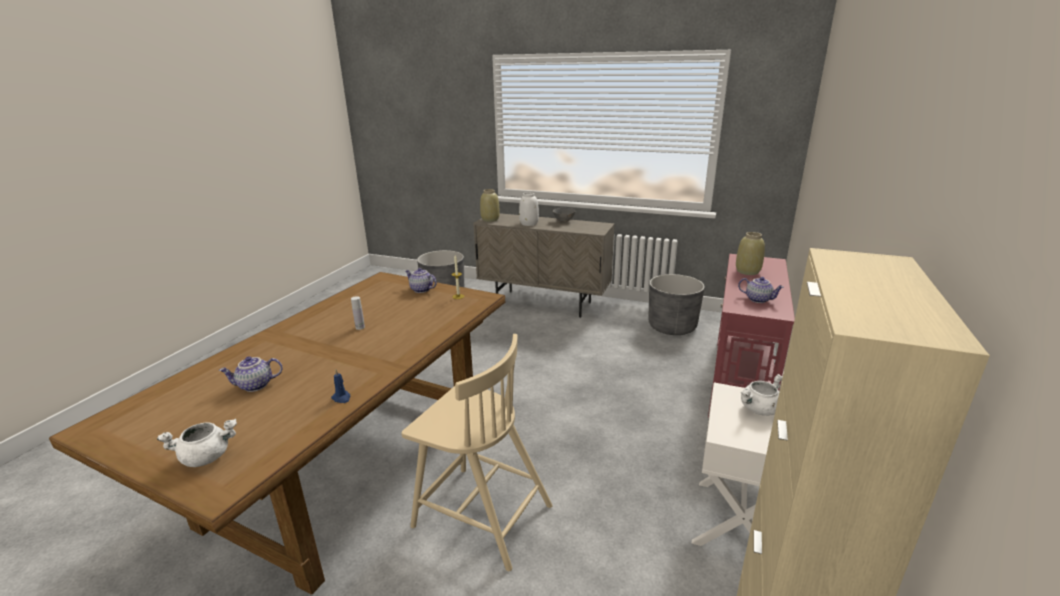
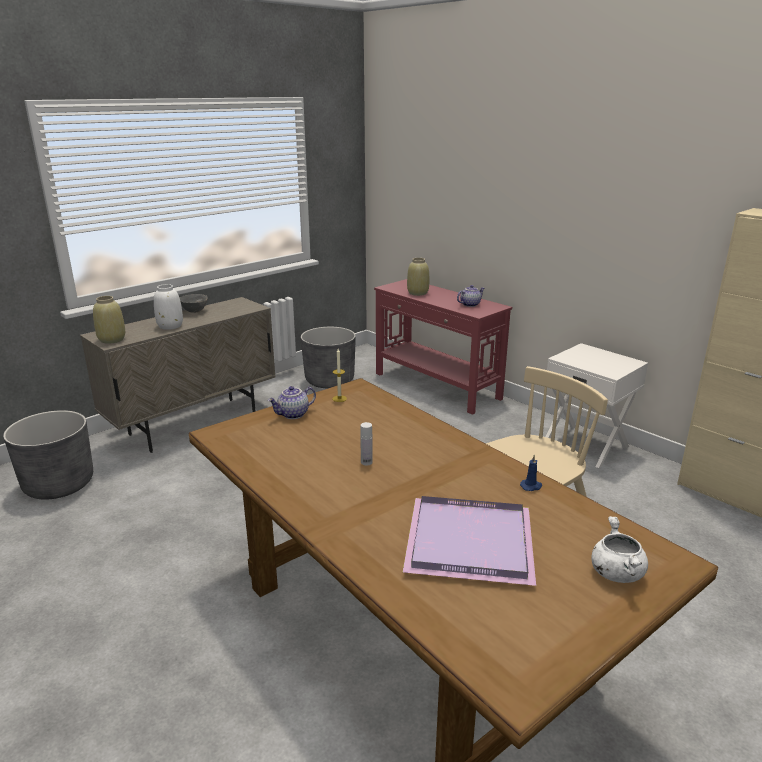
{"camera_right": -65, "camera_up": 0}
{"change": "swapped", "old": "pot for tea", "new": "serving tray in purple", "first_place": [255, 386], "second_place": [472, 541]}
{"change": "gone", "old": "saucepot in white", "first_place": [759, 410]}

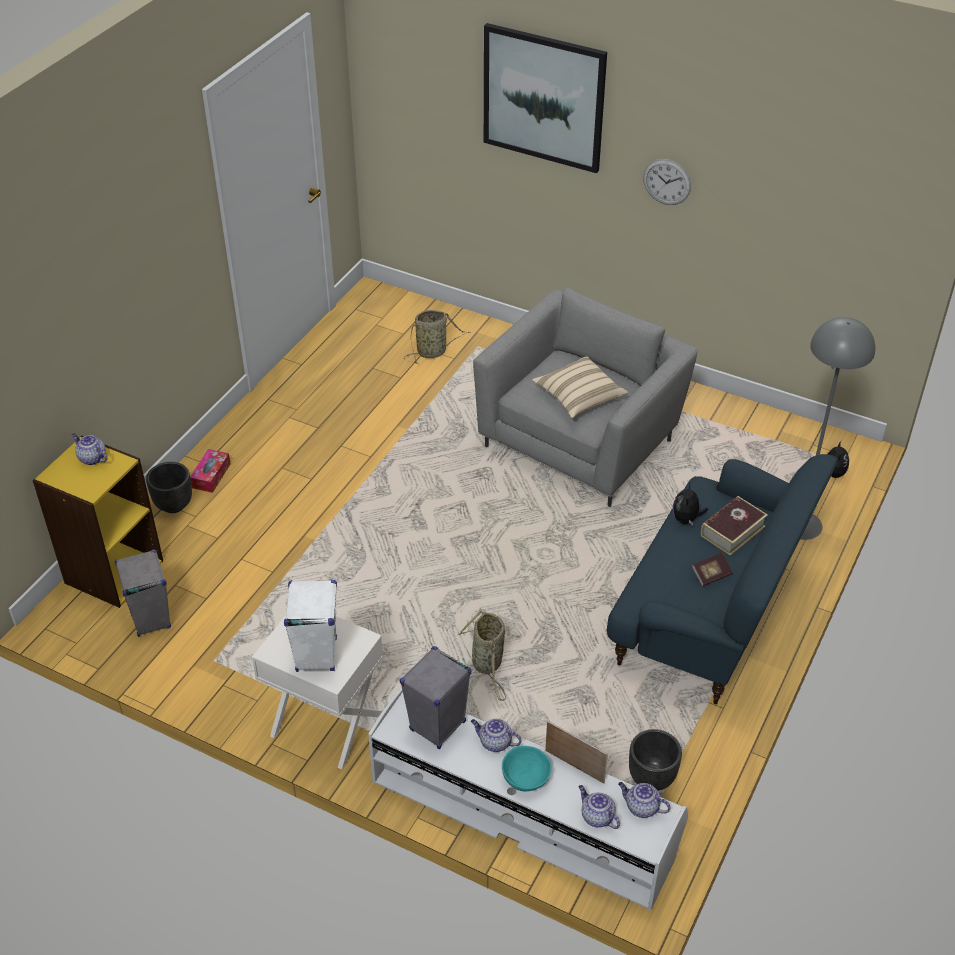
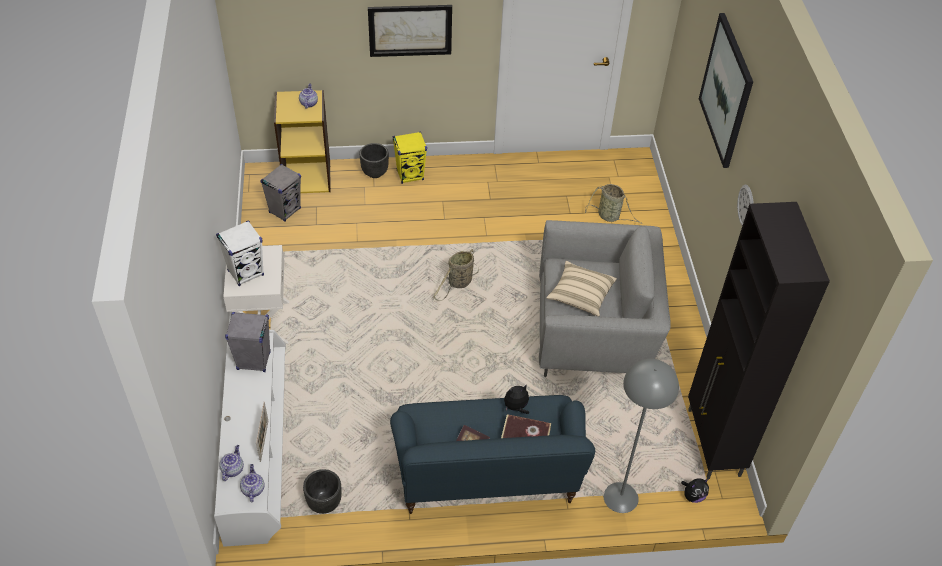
{"camera_right": 55, "camera_up": 5}
{"change": "new", "new": "picture", "second_place": [410, 30]}
{"change": "swapped", "old": "tissue holder", "new": "audio speaker in yellow", "first_place": [211, 476], "second_place": [410, 175]}
{"change": "shifted", "old": "storage basket", "first_place": [487, 664], "second_place": [459, 283]}
{"change": "new", "new": "storage cabinet in black", "second_place": [713, 443]}
{"change": "gone", "old": "pot for tea", "first_place": [494, 742]}
{"change": "gone", "old": "deep dish in turquoise", "first_place": [524, 778]}

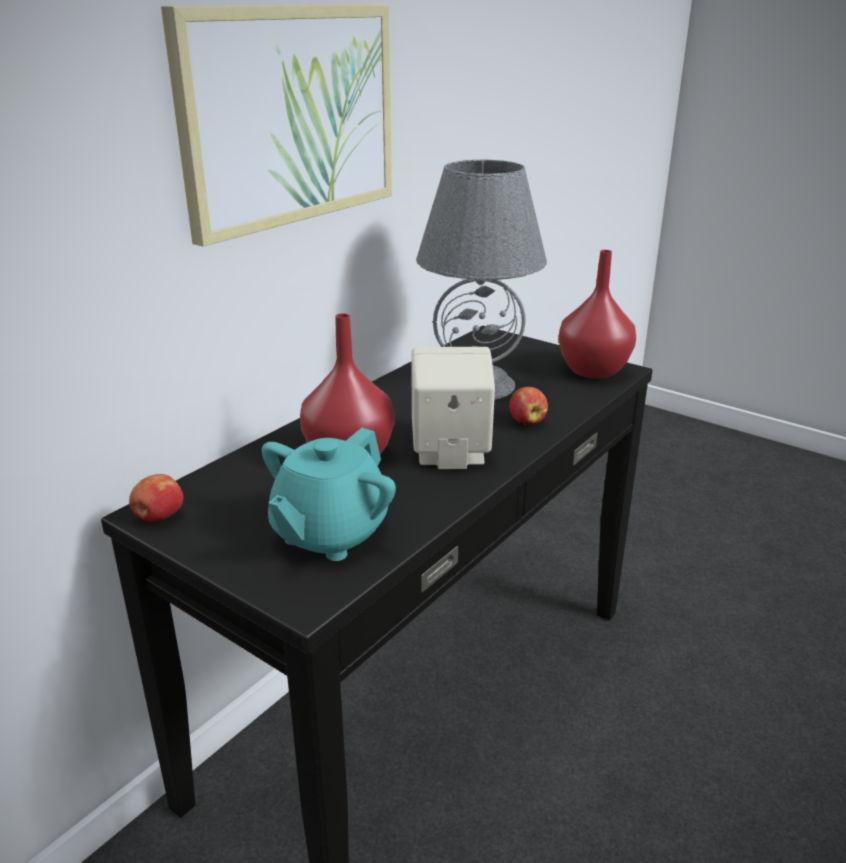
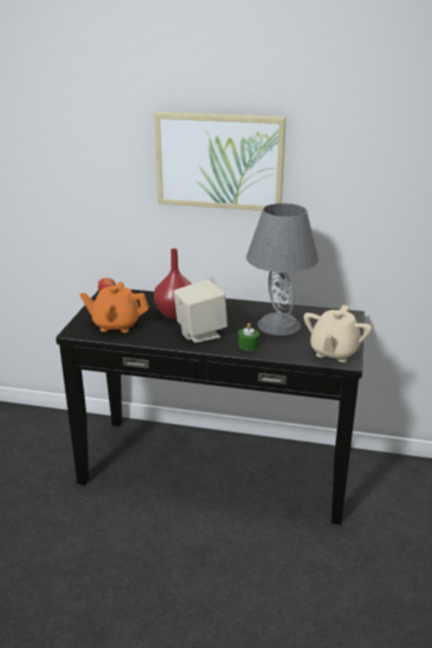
{"camera_right": 65, "camera_up": 0}
{"change": "repainted", "old": "pot for tea in turquoise", "new": "pot for tea in orange-coloured", "first_place": [329, 534], "second_place": [116, 325]}
{"change": "swapped", "old": "whole apple", "new": "wax candle in green-coloured", "first_place": [526, 421], "second_place": [248, 345]}
{"change": "swapped", "old": "decorative vase in red-coloured", "new": "pot for tea in beige-coloured", "first_place": [591, 370], "second_place": [334, 352]}

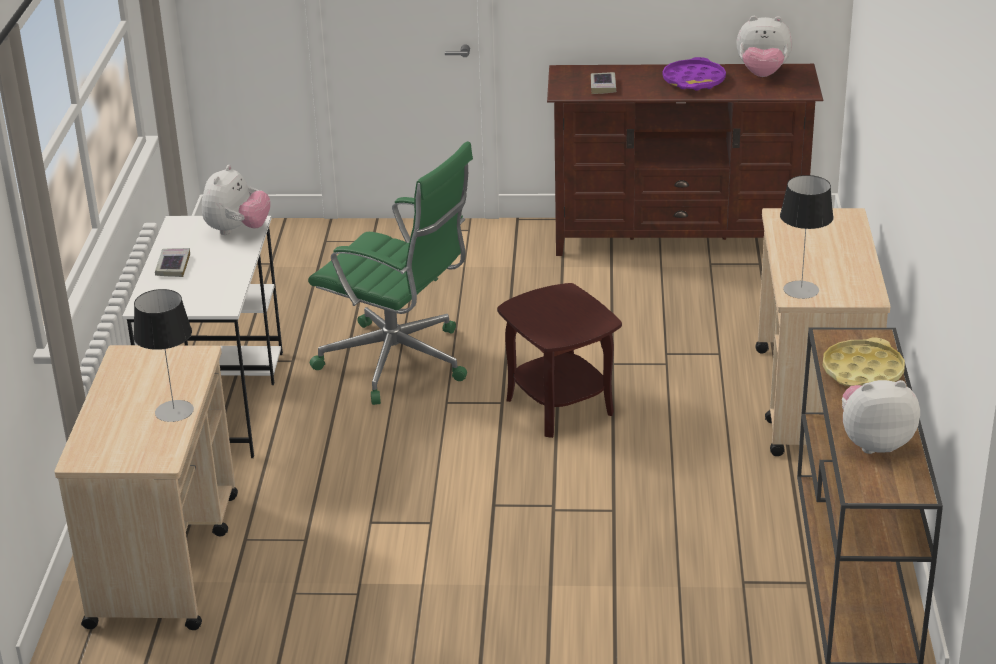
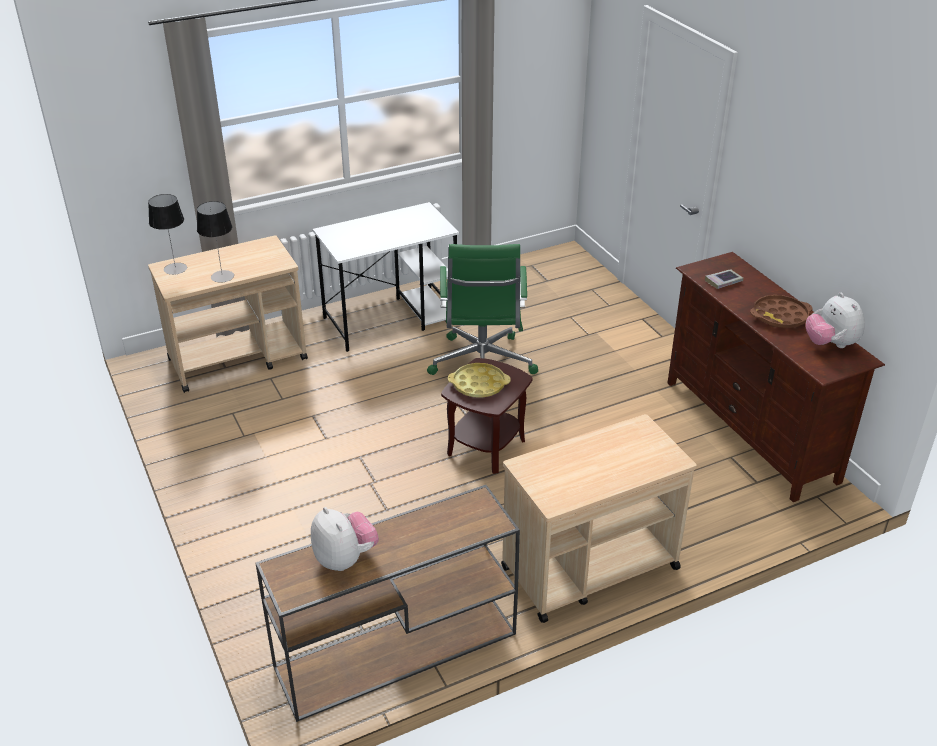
{"camera_right": 60, "camera_up": 5}
{"change": "shifted", "old": "tabletop lamp", "first_place": [801, 290], "second_place": [175, 268]}
{"change": "shifted", "old": "serving tray in yellow", "first_place": [862, 371], "second_place": [479, 384]}
{"change": "repainted", "old": "serving tray in purple", "new": "serving tray in brownish", "first_place": [694, 80], "second_place": [780, 316]}
{"change": "gone", "old": "bound book", "first_place": [173, 266]}
{"change": "gone", "old": "plush toy", "first_place": [237, 230]}

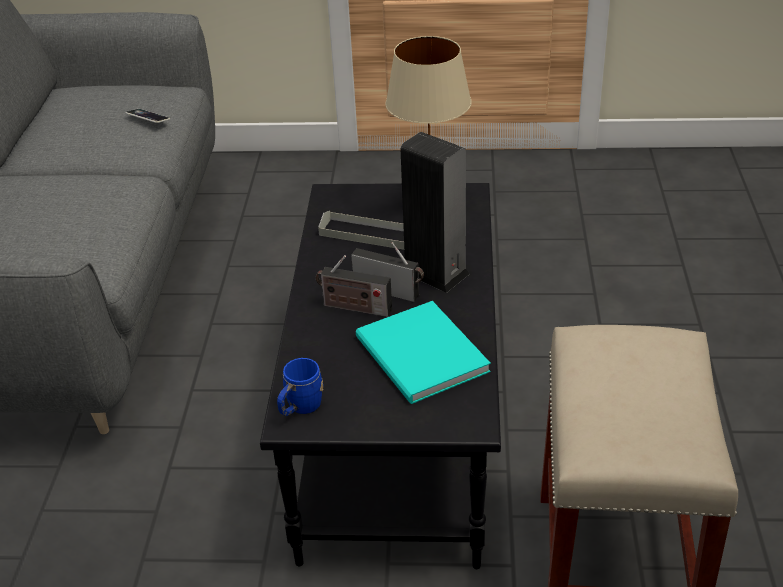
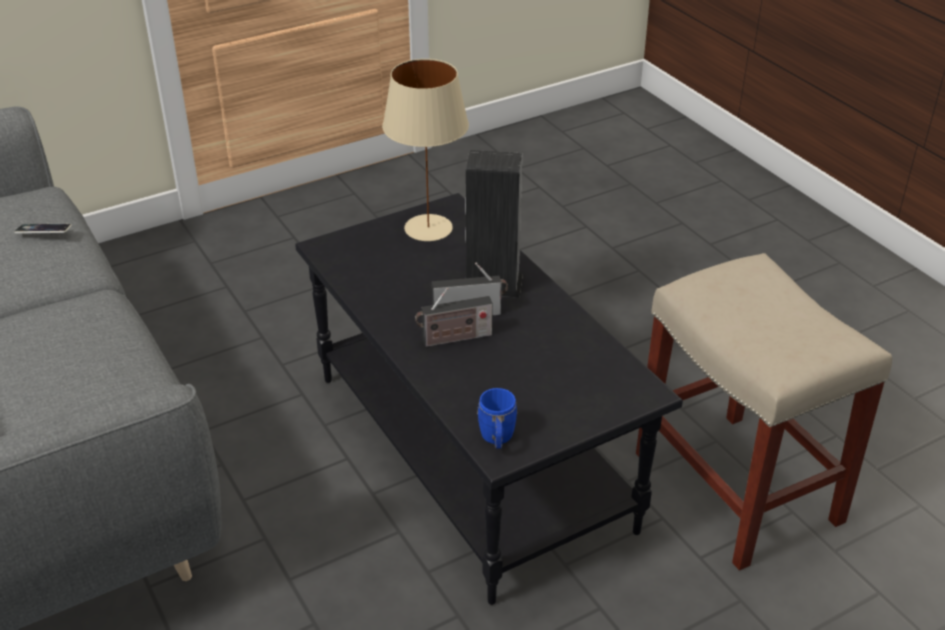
{"camera_right": -35, "camera_up": 0}
{"change": "gone", "old": "serving tray in grey", "first_place": [369, 234]}
{"change": "gone", "old": "bound book in turquoise", "first_place": [420, 357]}

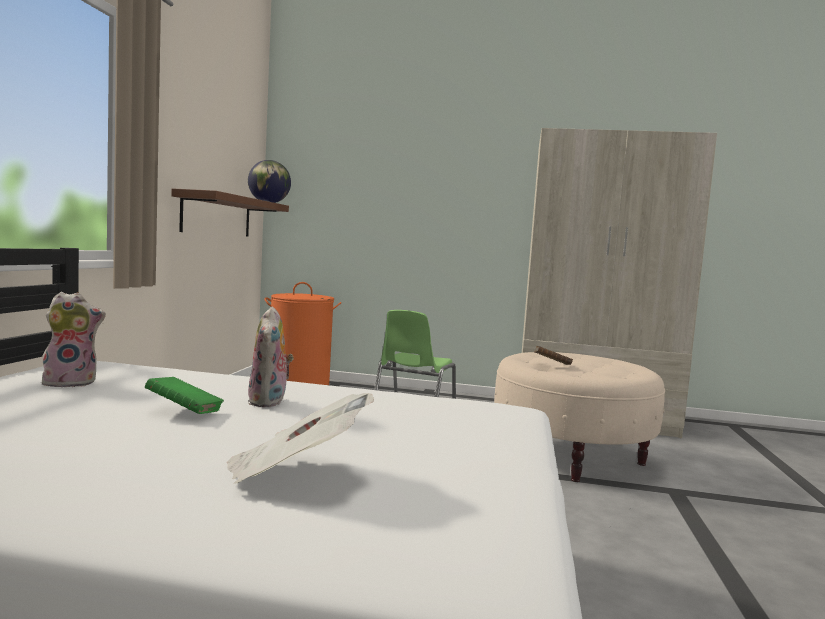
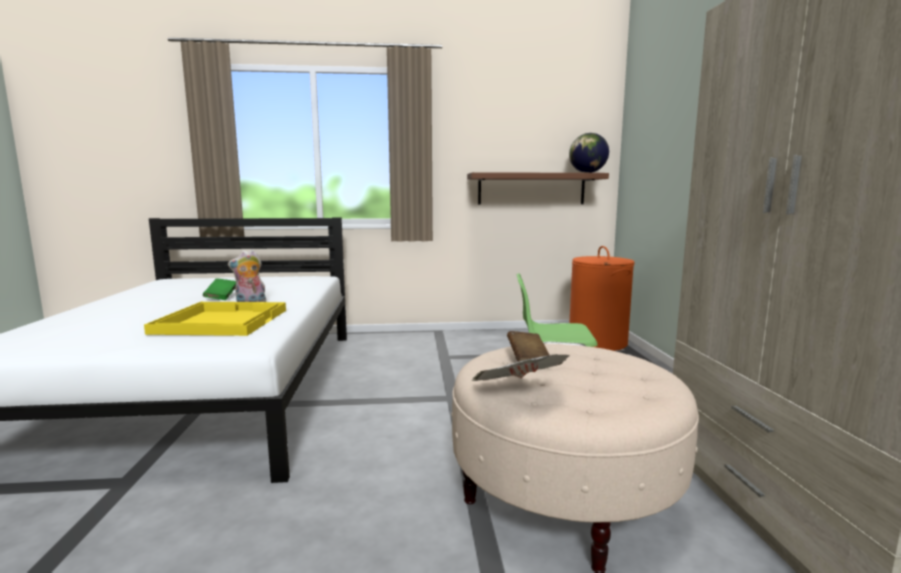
{"camera_right": 75, "camera_up": 5}
{"change": "new", "new": "serving tray in yellow", "second_place": [221, 321]}
{"change": "shifted", "old": "newspaper", "first_place": [294, 473], "second_place": [517, 394]}
{"change": "gone", "old": "plush toy", "first_place": [71, 382]}

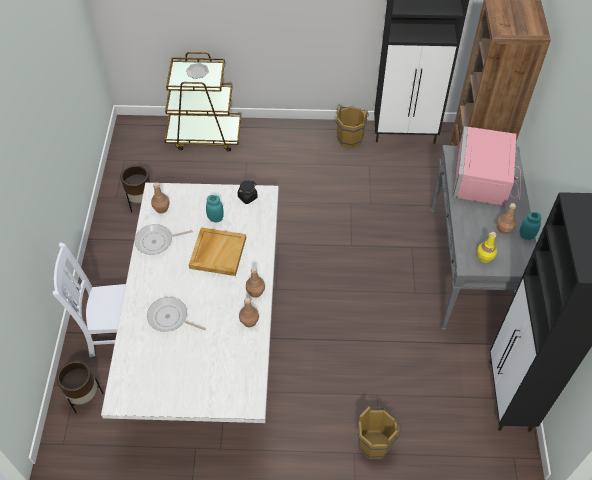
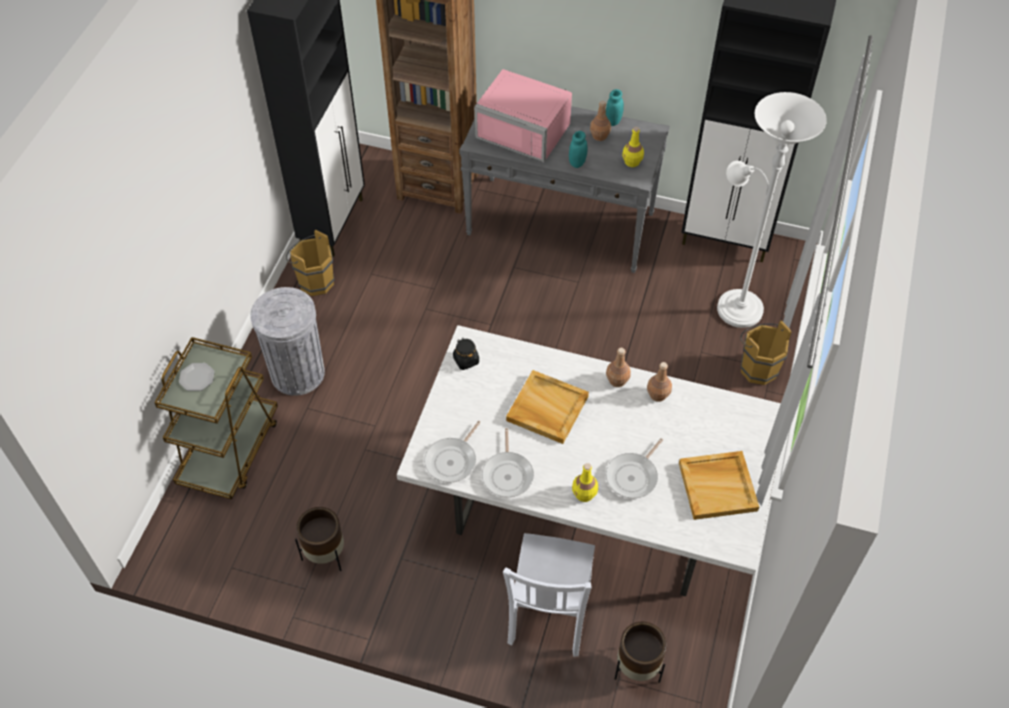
{"camera_right": -75, "camera_up": 0}
{"change": "new", "new": "rubbish bin in grey", "second_place": [298, 373]}
{"change": "swapped", "old": "bottle in brownish", "new": "pan", "first_place": [161, 208], "second_place": [452, 460]}
{"change": "shifted", "old": "jar in turquoise", "first_place": [215, 218], "second_place": [577, 163]}
{"change": "new", "new": "bottle in yellow", "second_place": [584, 494]}
{"change": "new", "new": "serving tray in beige-coloured", "second_place": [718, 486]}
{"change": "new", "new": "floor lamp in white", "second_place": [735, 305]}

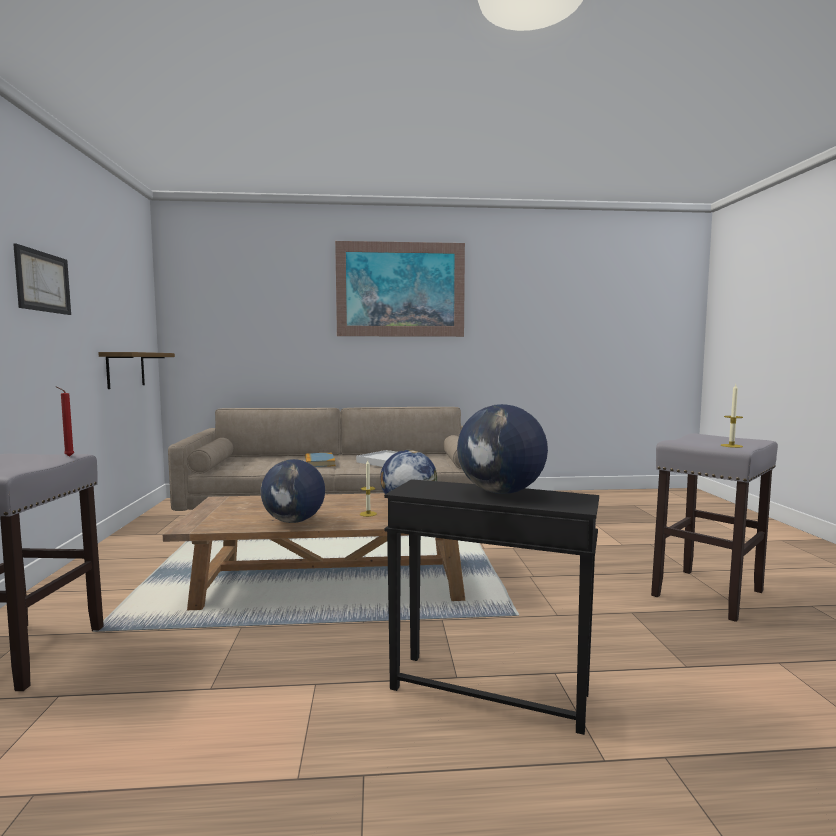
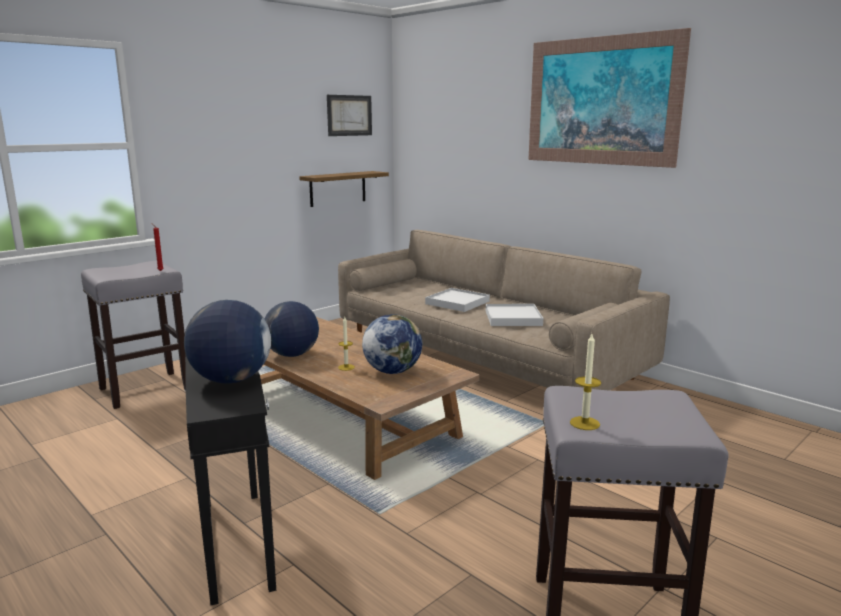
{"camera_right": 50, "camera_up": 10}
{"change": "shifted", "old": "picture", "first_place": [43, 282], "second_place": [349, 115]}
{"change": "swapped", "old": "bound book", "new": "serving tray in white", "first_place": [319, 462], "second_place": [457, 302]}

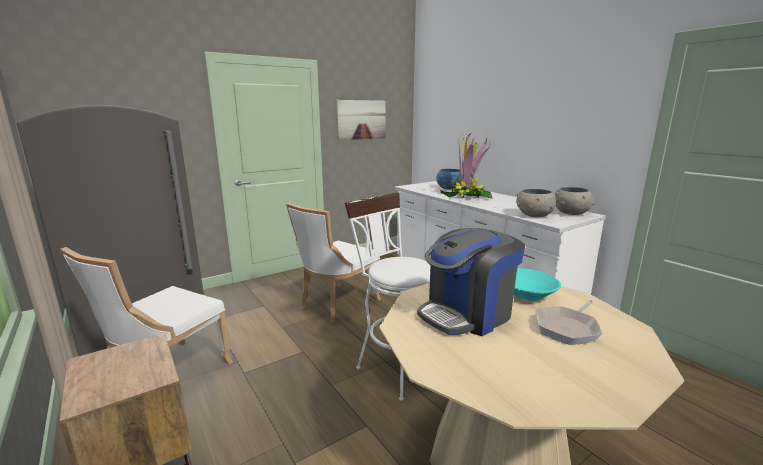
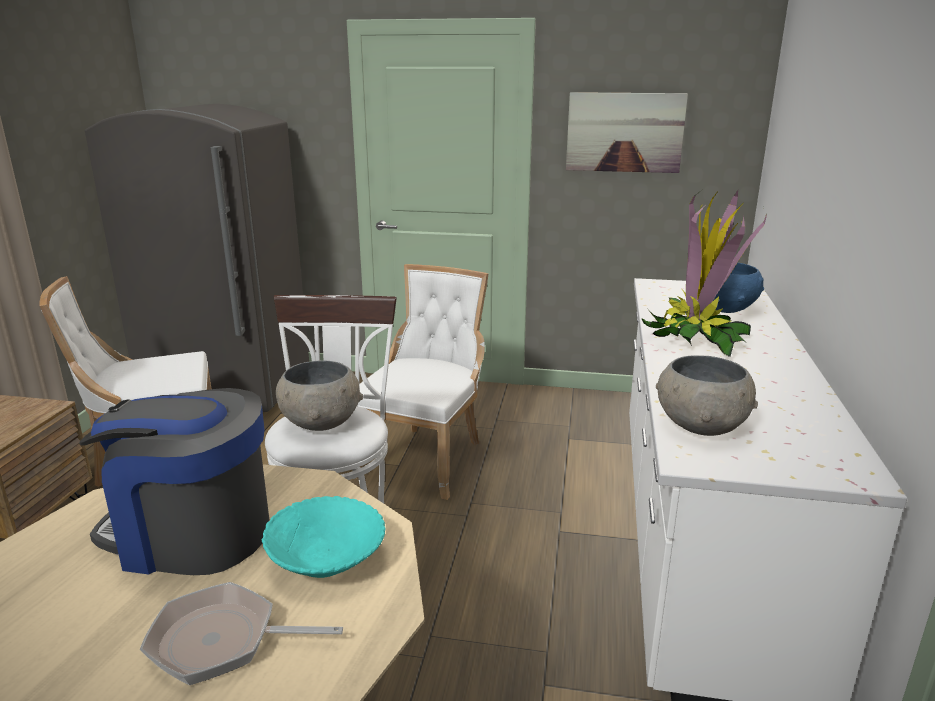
{"camera_right": 45, "camera_up": 5}
{"change": "shifted", "old": "deep dish in grey", "first_place": [570, 213], "second_place": [321, 422]}
{"change": "rotated", "old": "chair in white", "first_place": [336, 304], "second_place": [425, 458], "degrees": 120}

